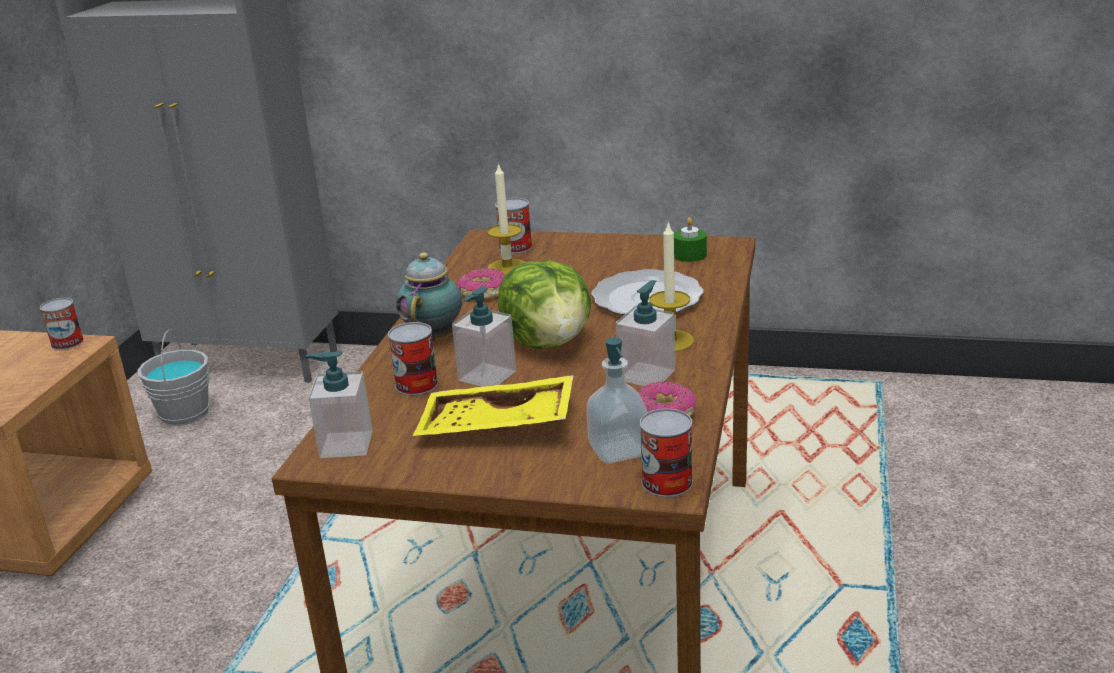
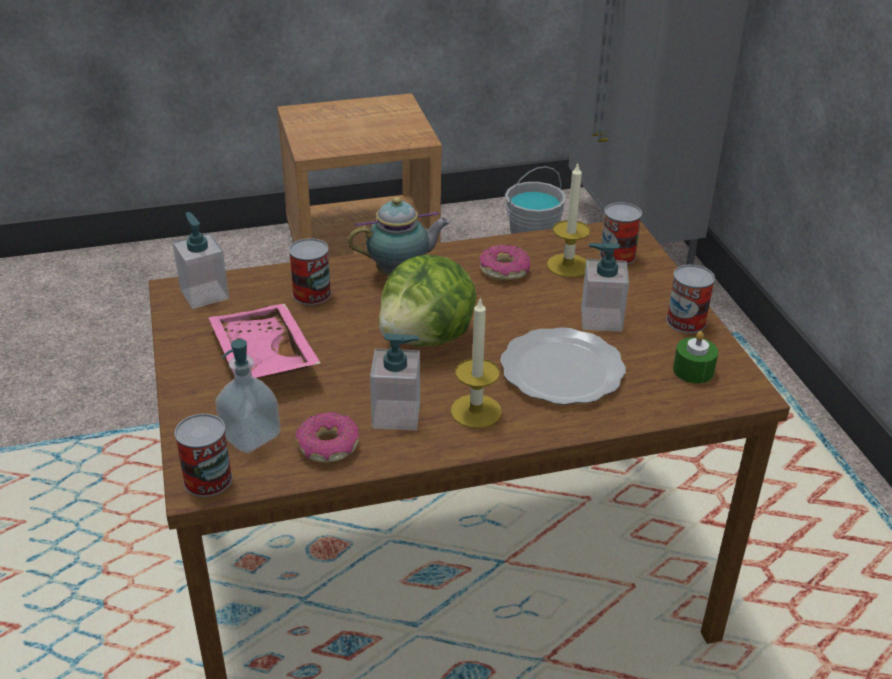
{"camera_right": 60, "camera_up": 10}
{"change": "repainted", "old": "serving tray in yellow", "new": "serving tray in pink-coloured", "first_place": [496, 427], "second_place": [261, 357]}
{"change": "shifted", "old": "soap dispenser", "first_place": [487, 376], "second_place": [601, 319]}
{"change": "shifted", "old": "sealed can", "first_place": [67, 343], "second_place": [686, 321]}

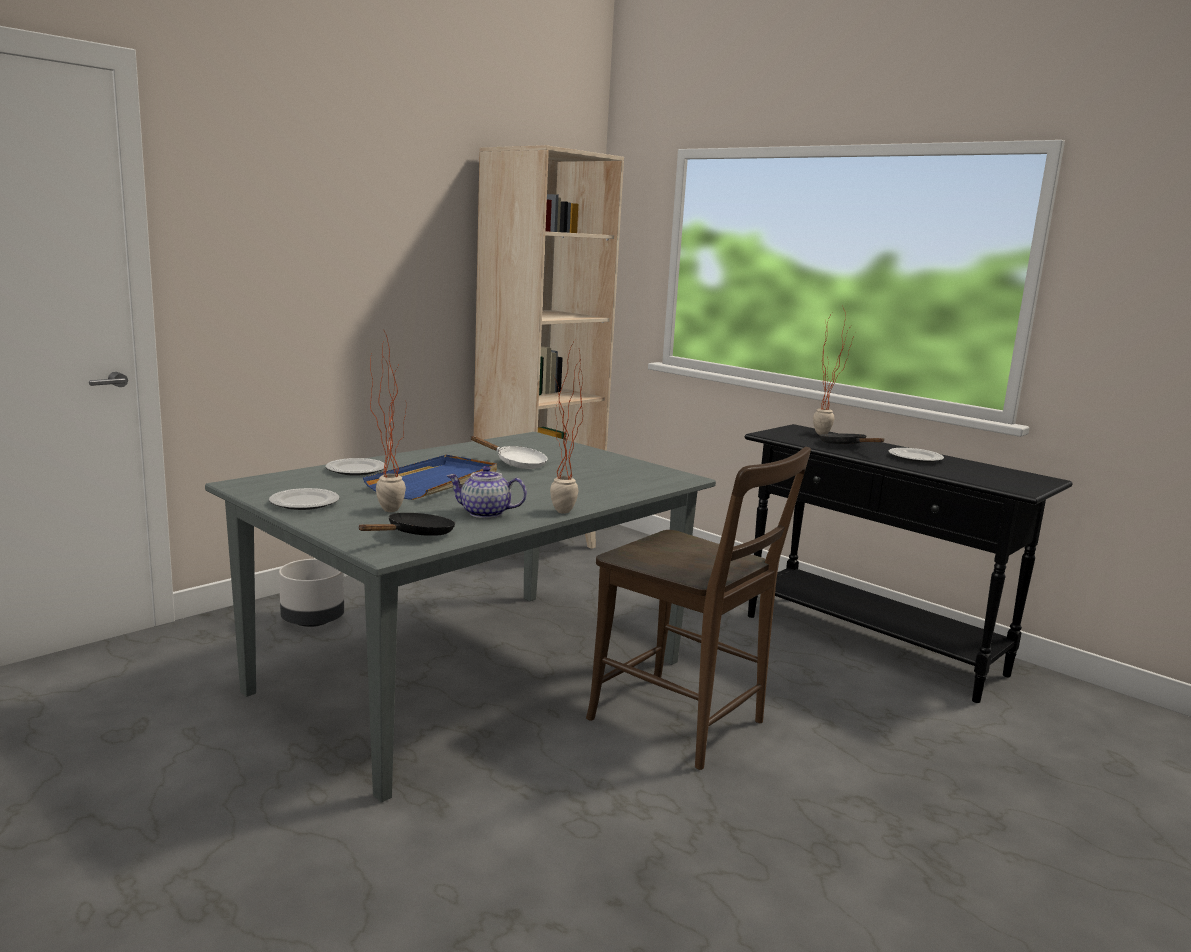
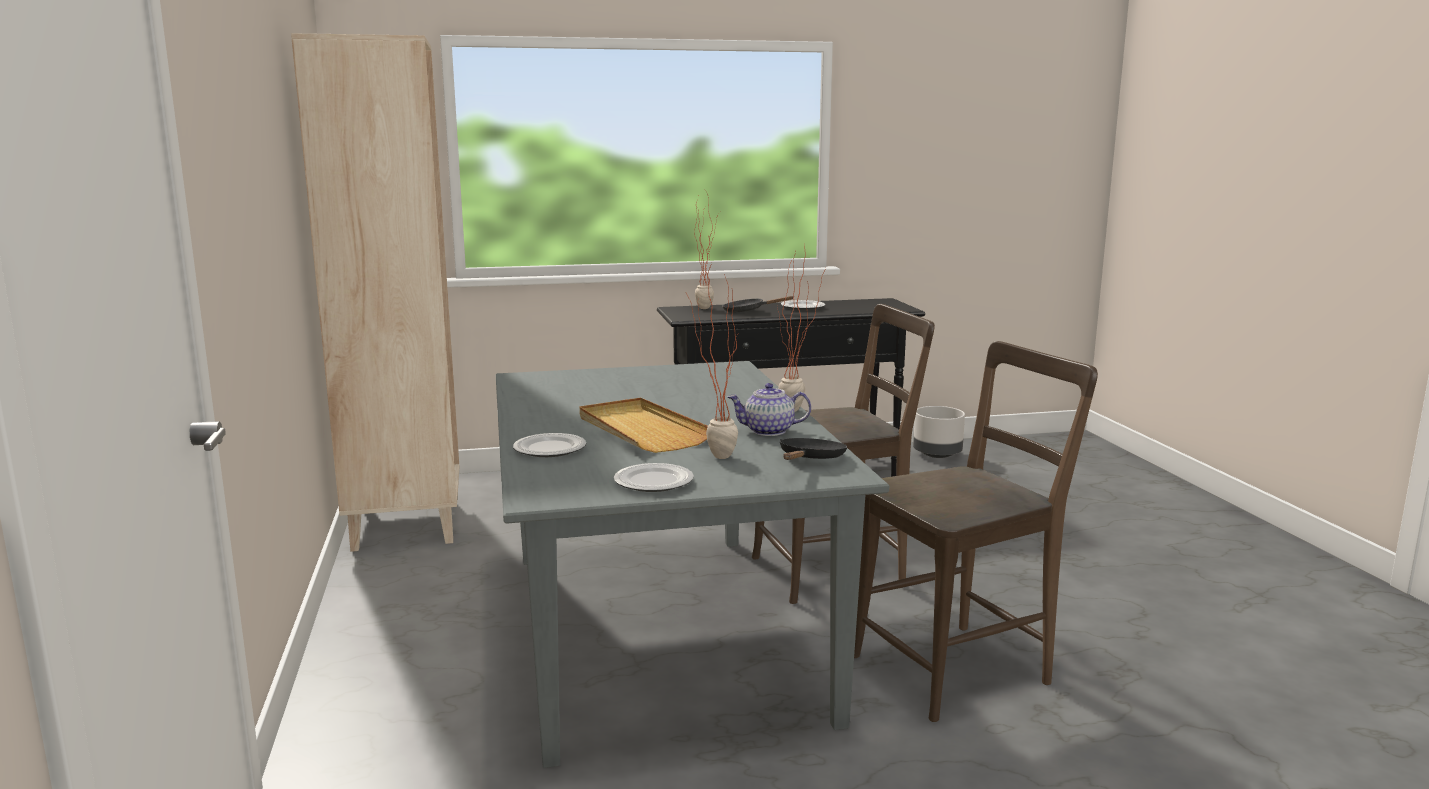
{"camera_right": -55, "camera_up": 0}
{"change": "repainted", "old": "serving tray in bluish", "new": "serving tray in beige-coloured", "first_place": [435, 482], "second_place": [641, 430]}
{"change": "rotated", "old": "pot for tea", "first_place": [484, 513], "second_place": [768, 431], "degrees": 45}
{"change": "rotated", "old": "pan in black", "first_place": [416, 535], "second_place": [810, 460], "degrees": 45}
{"change": "new", "new": "chair in brownish", "second_place": [958, 667]}
{"change": "shifted", "old": "flower pot in grey", "first_place": [313, 621], "second_place": [937, 454]}
{"change": "gone", "old": "pan in white", "first_place": [516, 464]}

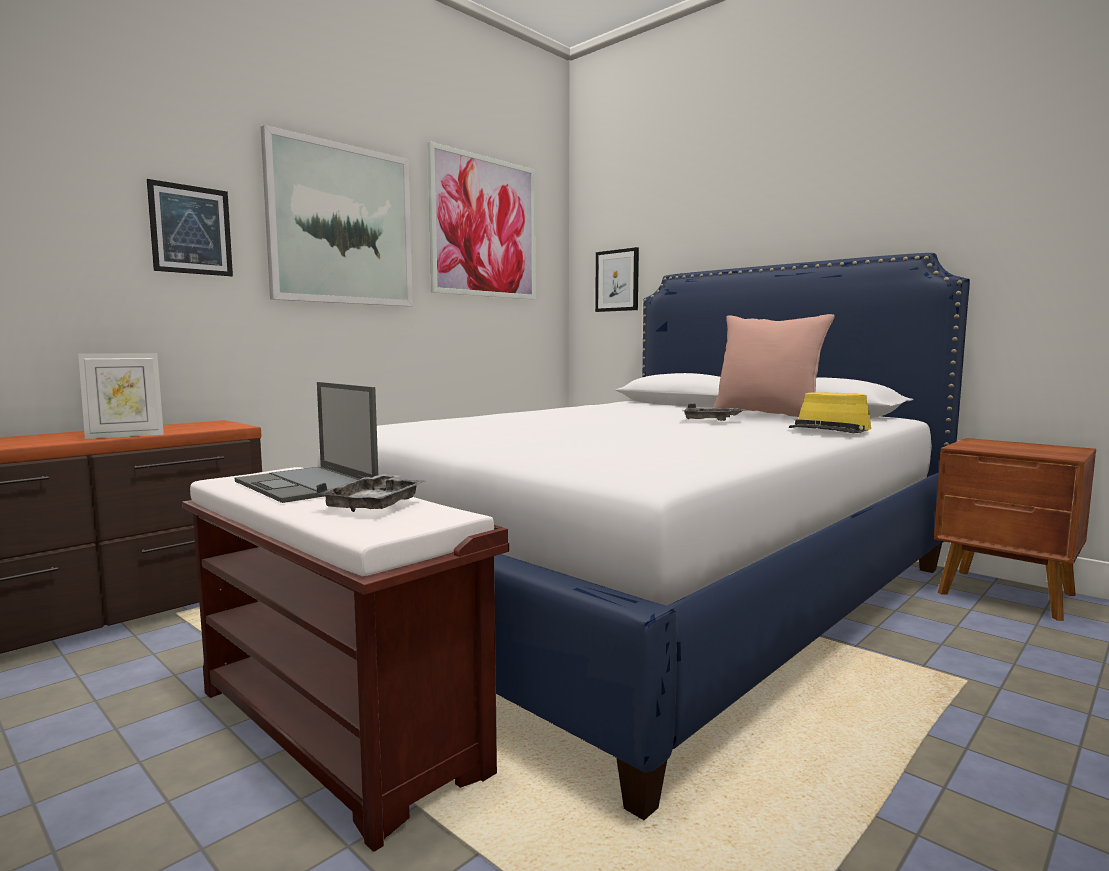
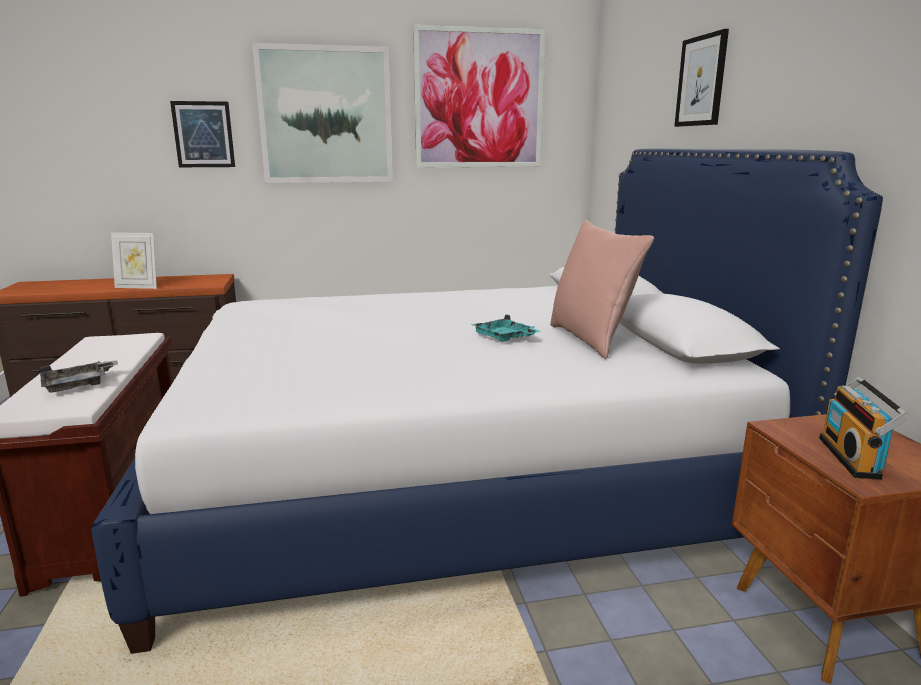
{"camera_right": 35, "camera_up": 10}
{"change": "repainted", "old": "serving tray in grey", "new": "serving tray in turquoise", "first_place": [710, 421], "second_place": [505, 338]}
{"change": "shifted", "old": "picture", "first_place": [617, 280], "second_place": [701, 81]}
{"change": "new", "new": "radio", "second_place": [853, 458]}
{"change": "gone", "old": "laptop", "first_place": [307, 485]}
{"change": "gone", "old": "clothing hat in yellow", "first_place": [830, 429]}

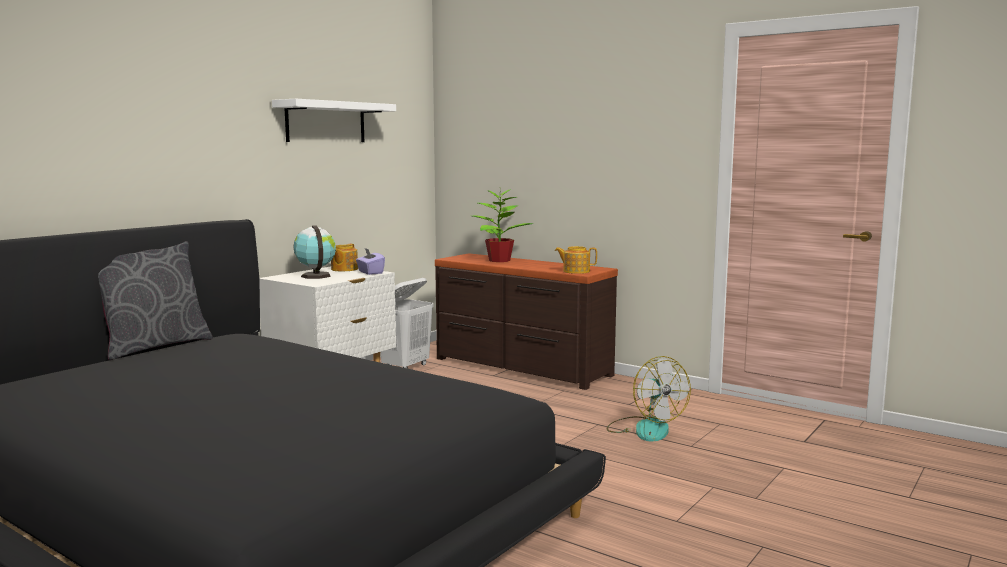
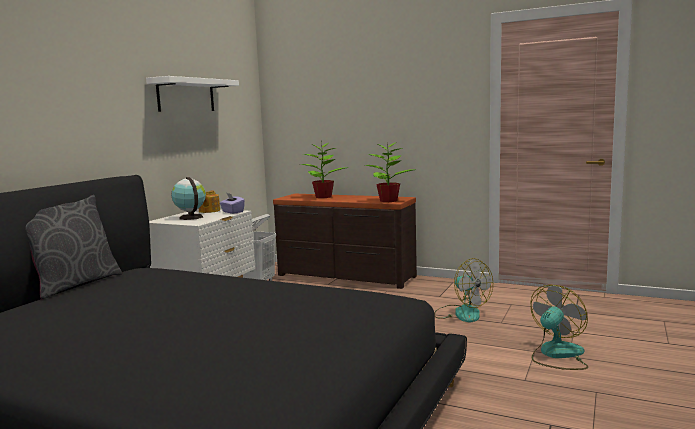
{"camera_right": -10, "camera_up": 0}
{"change": "swapped", "old": "pot for tea", "new": "potted plant", "first_place": [575, 271], "second_place": [388, 201]}
{"change": "new", "new": "fan", "second_place": [557, 355]}

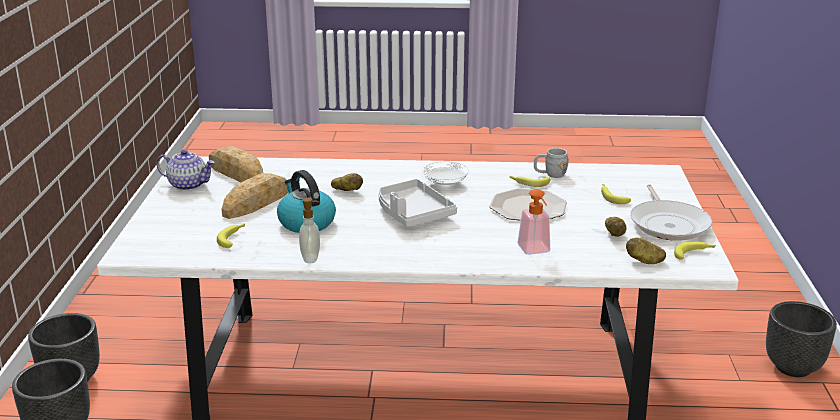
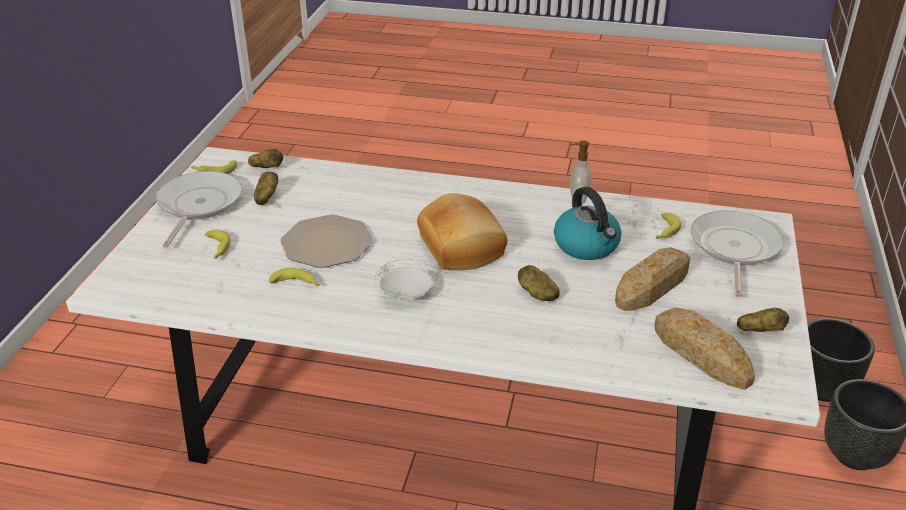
{"camera_right": -170, "camera_up": 10}
{"change": "swapped", "old": "serving tray in grey", "new": "bakery bread", "first_place": [412, 213], "second_place": [463, 247]}
{"change": "new", "new": "pan", "second_place": [734, 248]}
{"change": "swapped", "old": "pot for tea", "new": "potato", "first_place": [188, 185], "second_place": [760, 330]}
{"change": "gone", "old": "soap dispenser", "first_place": [535, 251]}
{"change": "gone", "old": "coffee mug in grey", "first_place": [550, 174]}
{"change": "gone", "old": "flower pot in black", "first_place": [793, 368]}

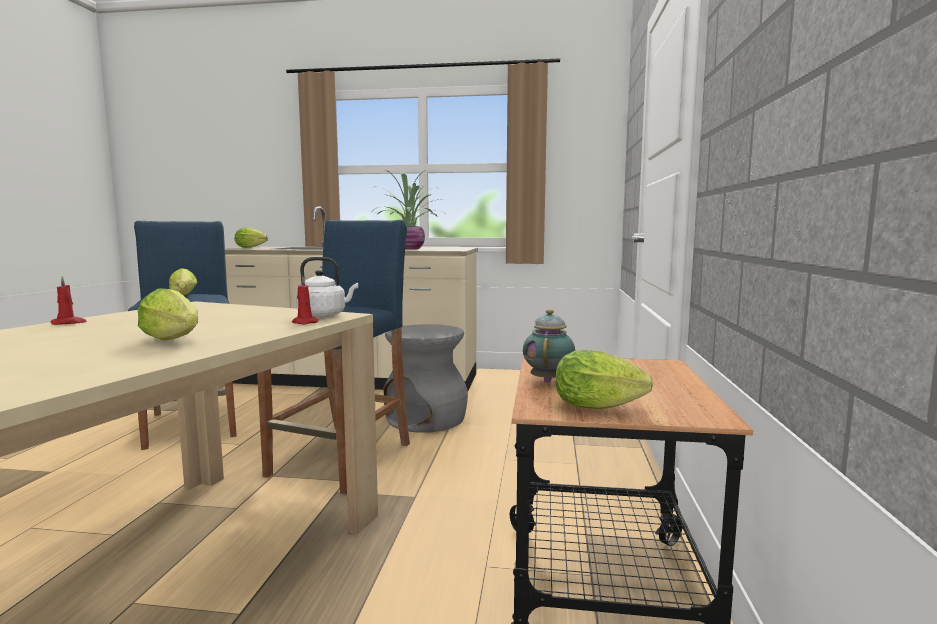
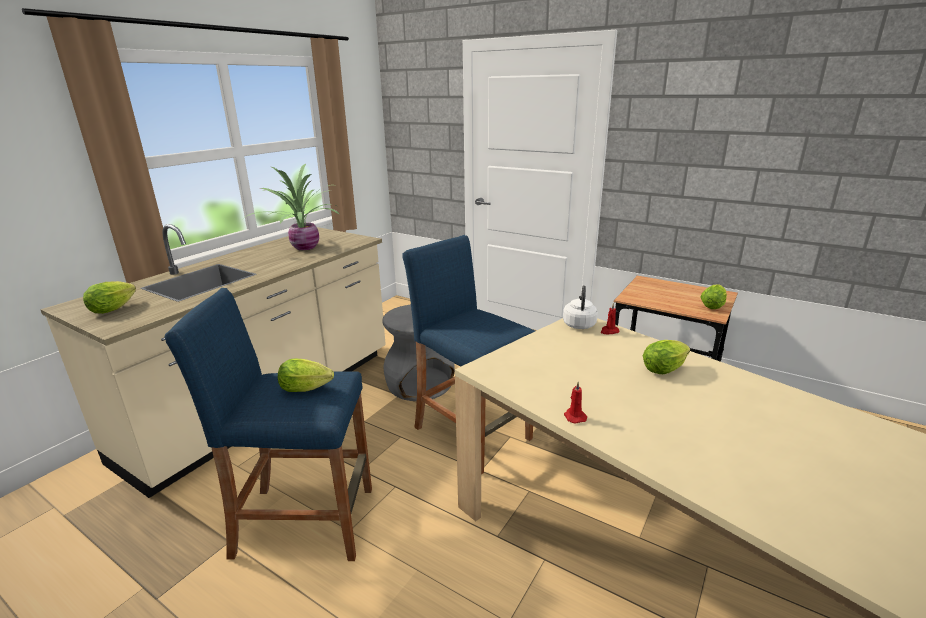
{"camera_right": -65, "camera_up": 15}
{"change": "gone", "old": "pot for tea", "first_place": [549, 380]}

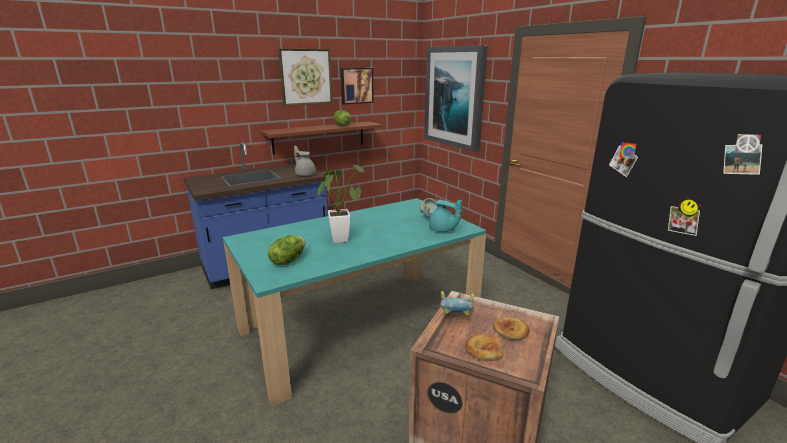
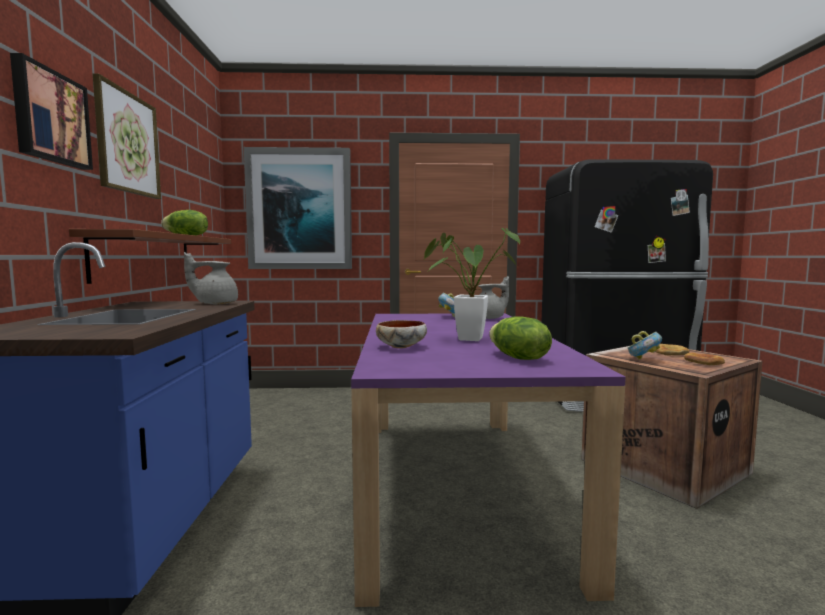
{"camera_right": -60, "camera_up": -15}
{"change": "shifted", "old": "picture", "first_place": [356, 85], "second_place": [50, 117]}
{"change": "repainted", "old": "dinner table in turquoise", "new": "dinner table in purple", "first_place": [360, 325], "second_place": [455, 483]}
{"change": "new", "new": "deep dish", "second_place": [402, 347]}
{"change": "repainted", "old": "pot for tea in turquoise", "new": "pot for tea in grey", "first_place": [443, 230], "second_place": [490, 318]}

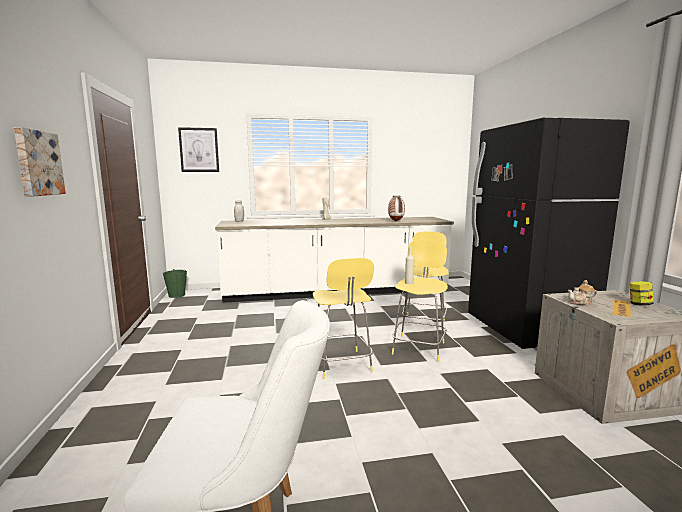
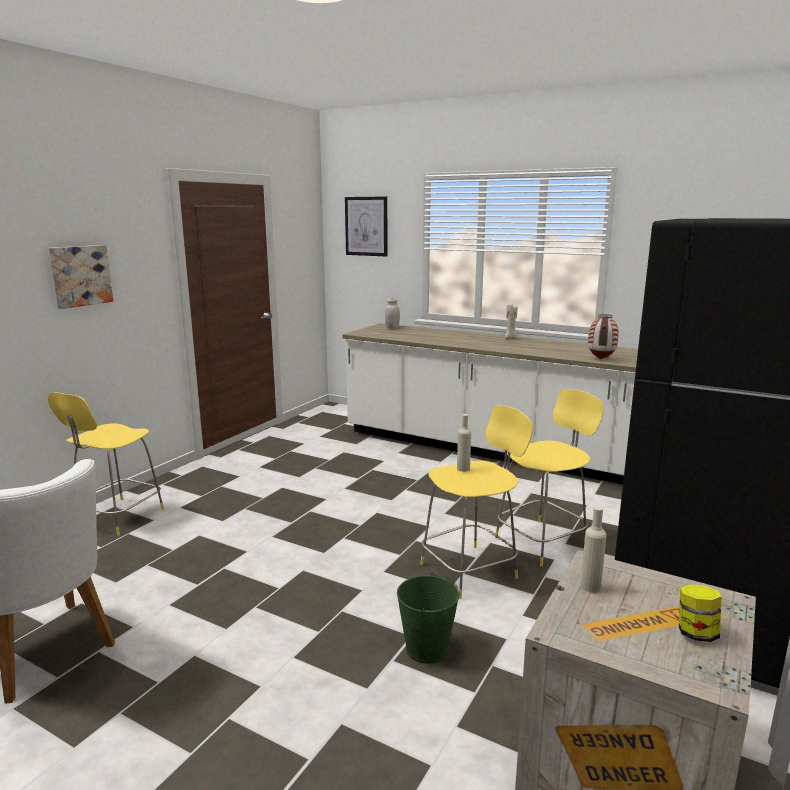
{"camera_right": 40, "camera_up": 5}
{"change": "shifted", "old": "sitting stool in yellow", "first_place": [342, 365], "second_place": [117, 517]}
{"change": "shifted", "old": "bucket in green-coloured", "first_place": [176, 295], "second_place": [426, 649]}
{"change": "swapped", "old": "pot for tea", "new": "bottle in beige-coloured", "first_place": [581, 303], "second_place": [590, 587]}

